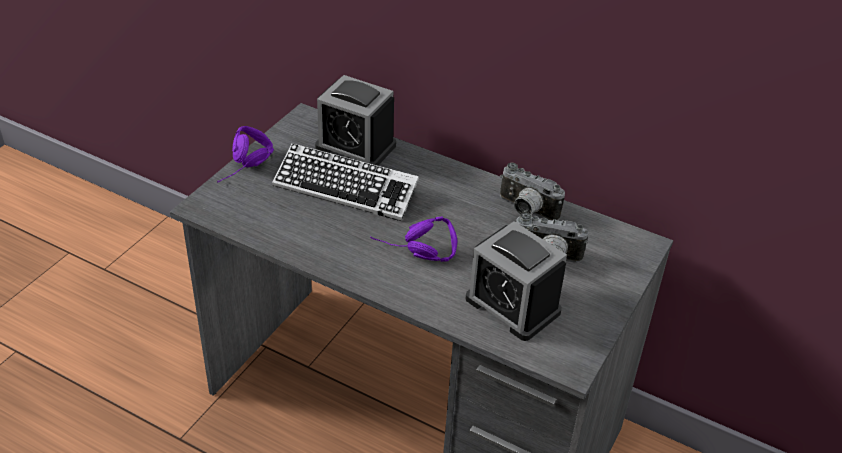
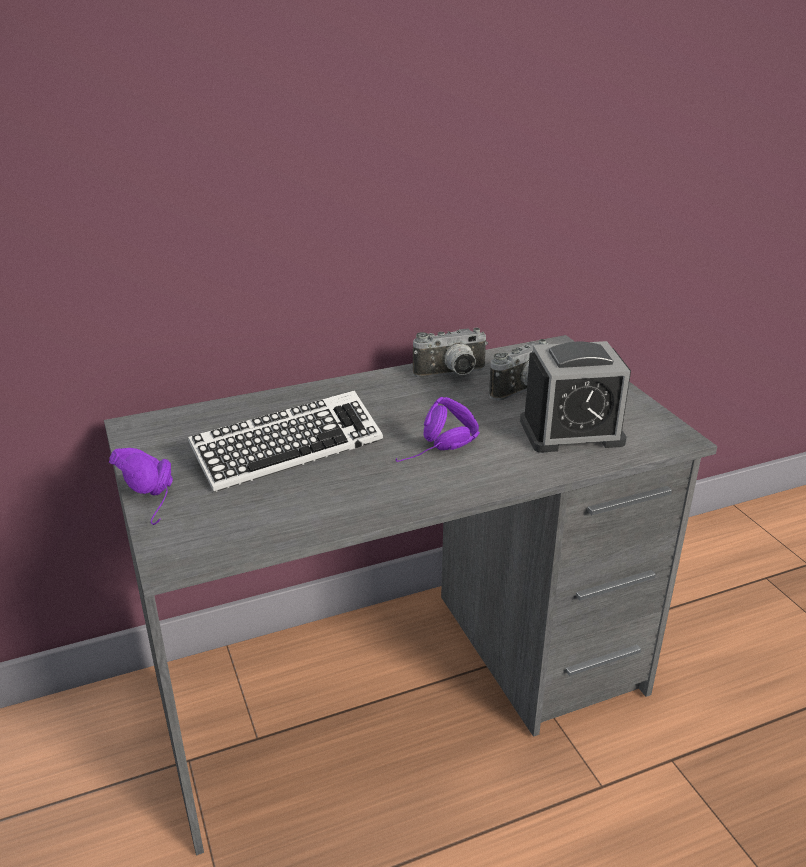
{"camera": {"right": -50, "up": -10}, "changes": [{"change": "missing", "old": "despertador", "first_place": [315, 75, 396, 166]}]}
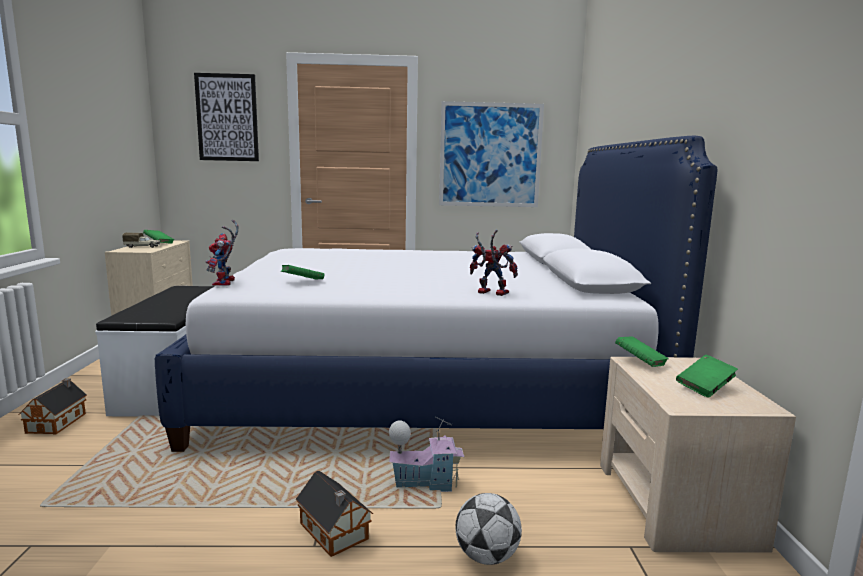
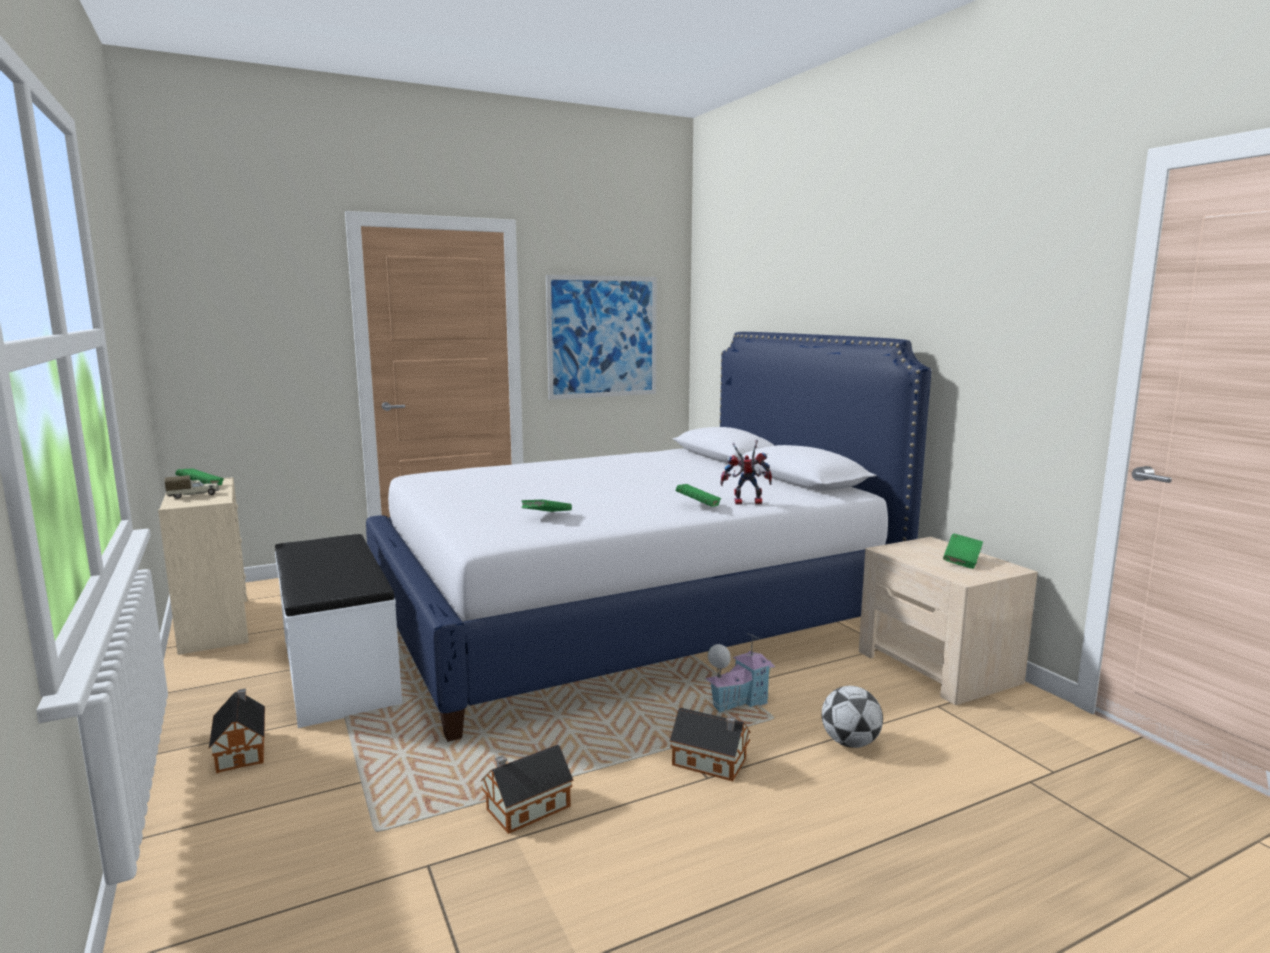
{"camera": {"right": -25, "up": 0}, "changes": [{"change": "appeared", "new": "casita", "second_place": [481, 744, 573, 834]}, {"change": "relocated", "old": "libro/verde", "first_place": [615, 336, 669, 367], "second_place": [676, 484, 721, 507]}, {"change": "missing", "old": "cuadro", "first_place": [194, 73, 259, 161]}, {"change": "missing", "old": "robot de juguete", "first_place": [206, 220, 238, 286]}]}
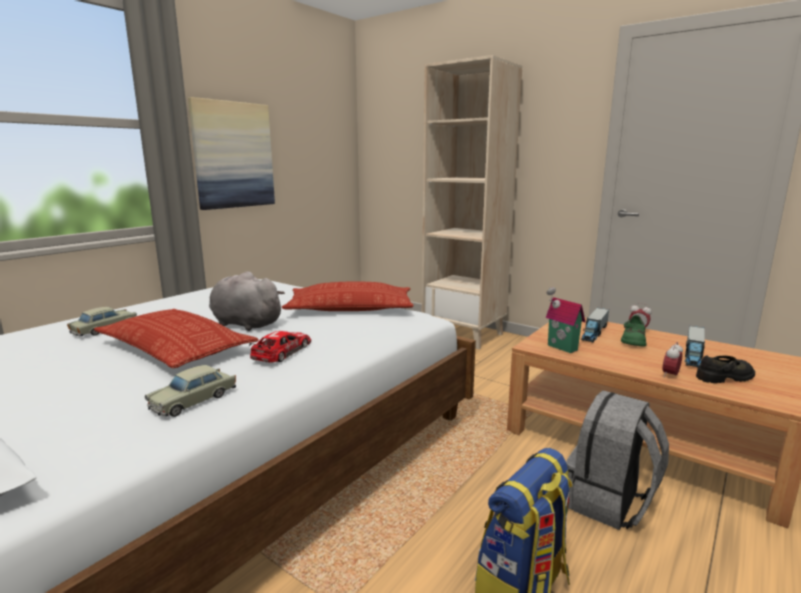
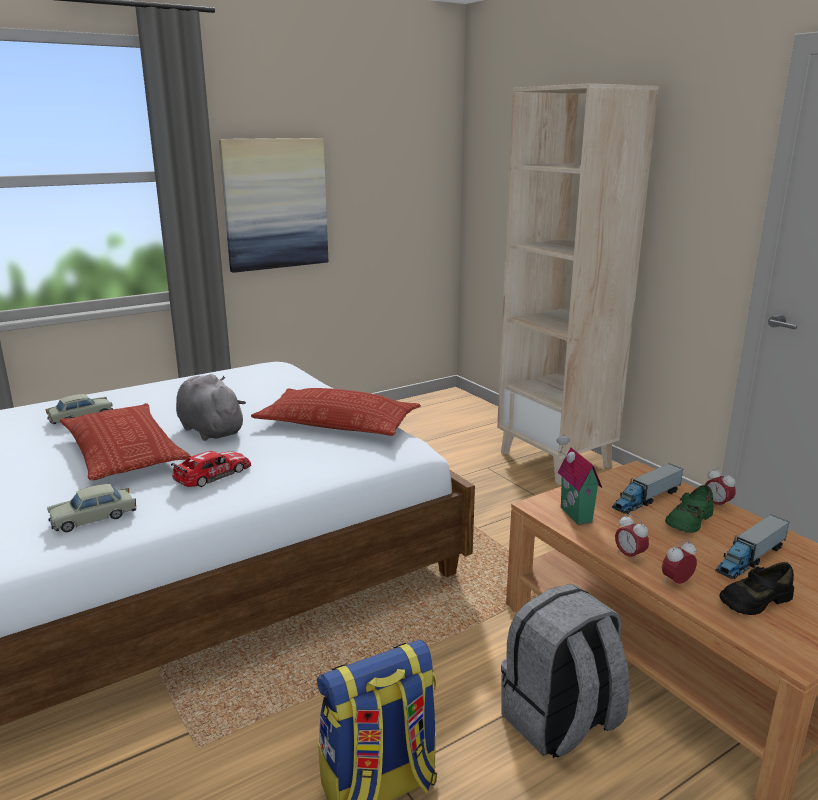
{"camera": {"right": 20, "up": 5}, "changes": [{"change": "appeared", "new": "despertador", "second_place": [615, 514, 649, 563]}, {"change": "spun", "old": "zapato/negro", "first_place": [696, 355, 755, 383], "second_place": [719, 562, 794, 615], "degrees": 150}]}
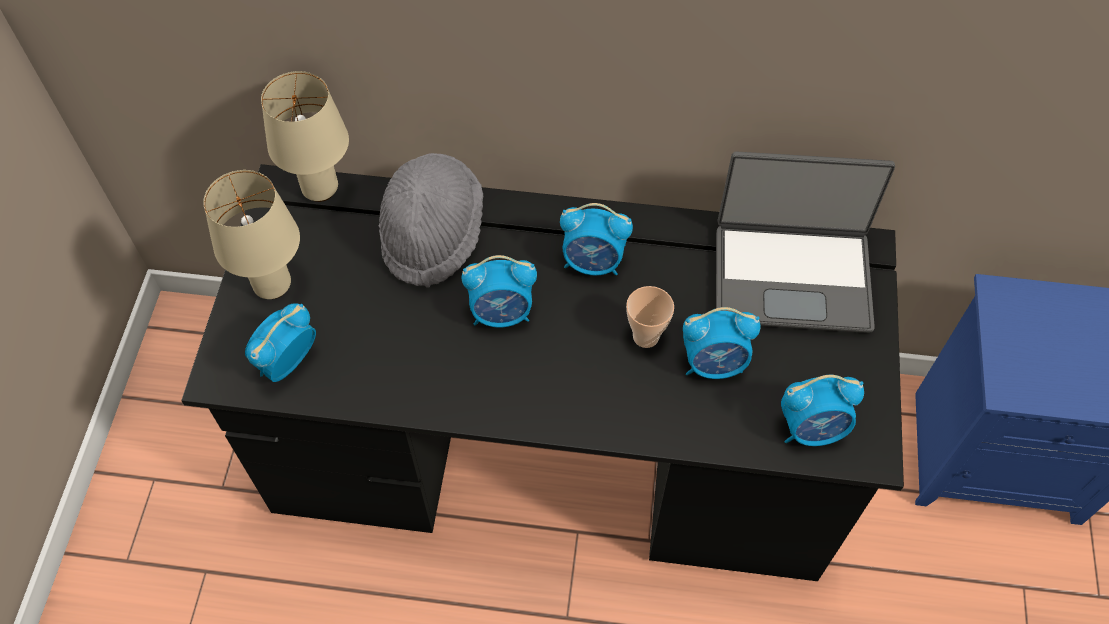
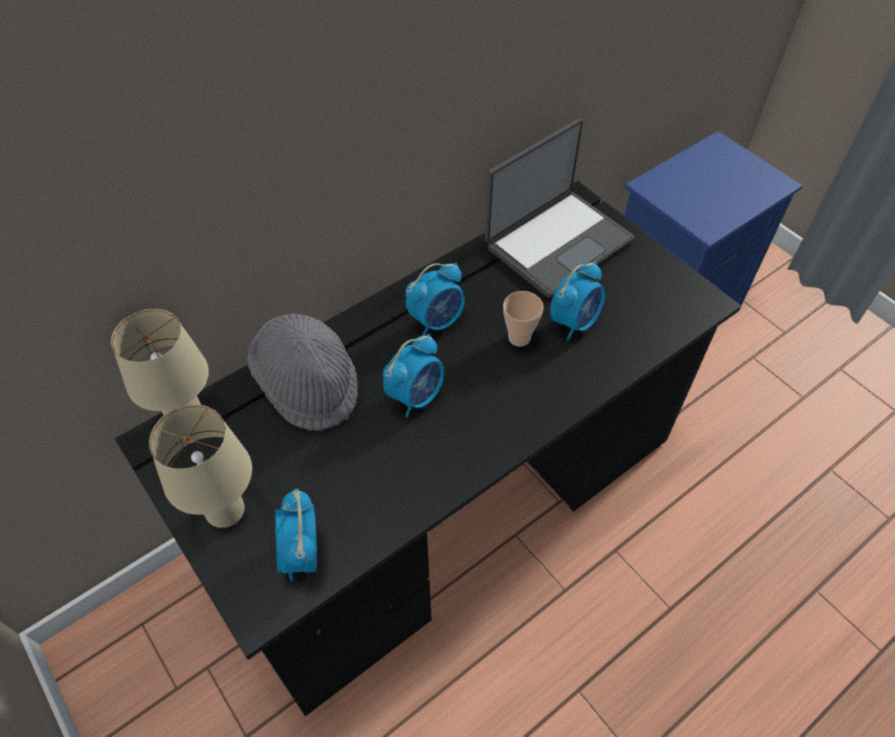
{"camera": {"right": -45, "up": -5}, "changes": [{"change": "missing", "old": "despertador", "first_place": [781, 375, 864, 446]}]}
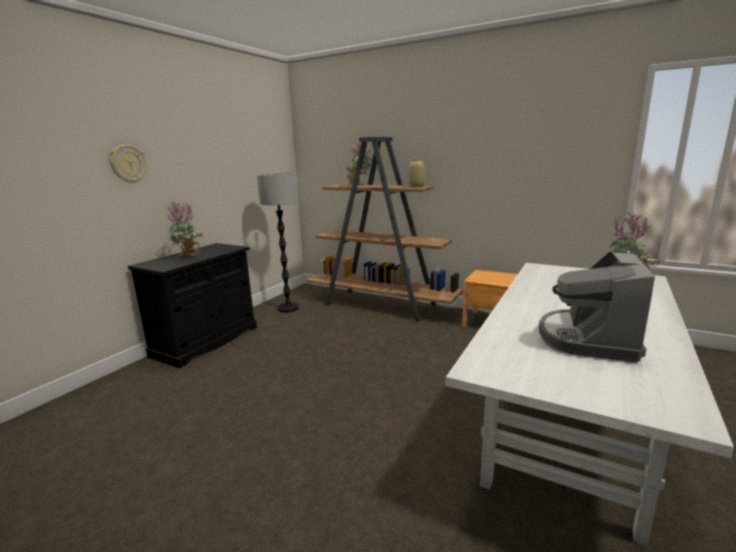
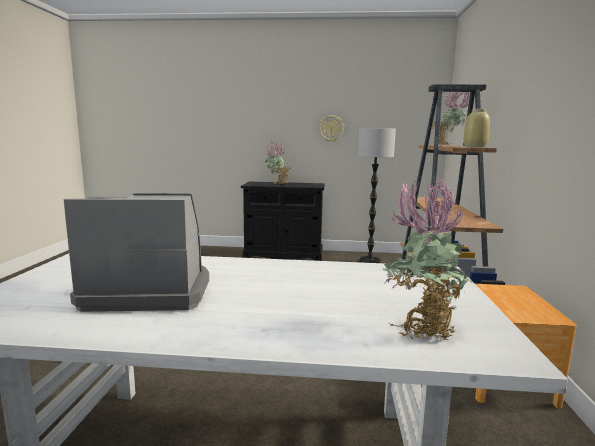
{"camera": {"right": 65, "up": -5}, "changes": [{"change": "relocated", "old": "reloj de pared", "first_place": [109, 144, 147, 183], "second_place": [319, 115, 344, 142]}]}
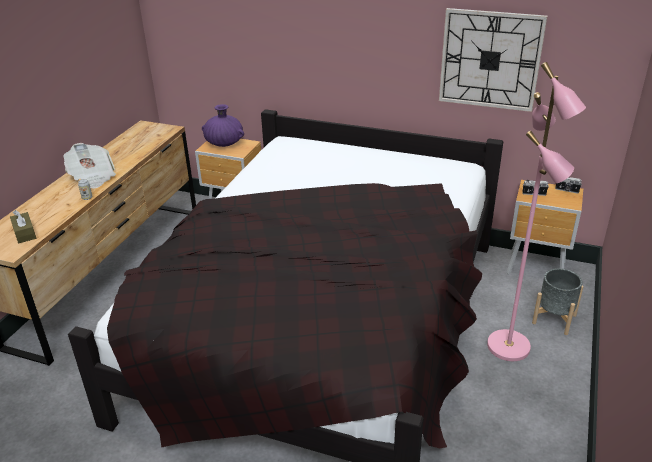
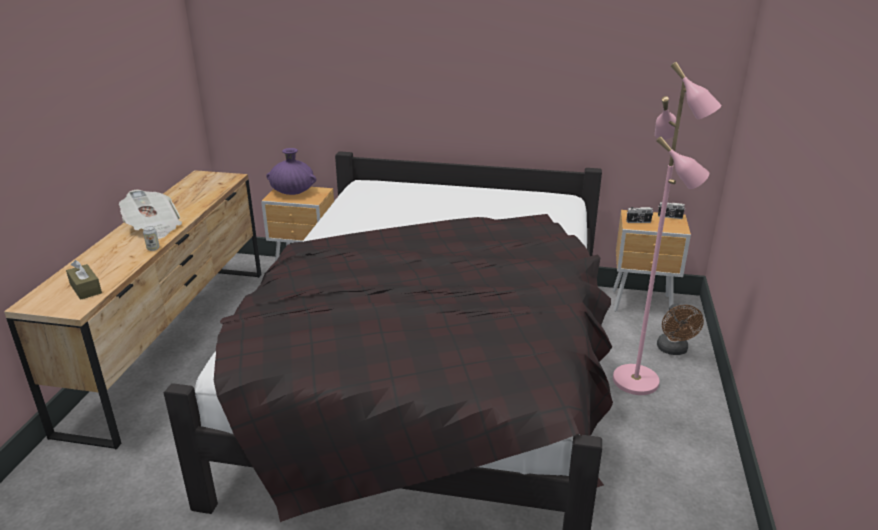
{"camera": {"right": -10, "up": -5}, "changes": [{"change": "exchanged", "old": "maceta/gris", "new": "ventilador/marrón", "first_place": [532, 268, 584, 335], "second_place": [657, 304, 704, 355]}, {"change": "missing", "old": "reloj de pared", "first_place": [439, 8, 547, 112]}]}
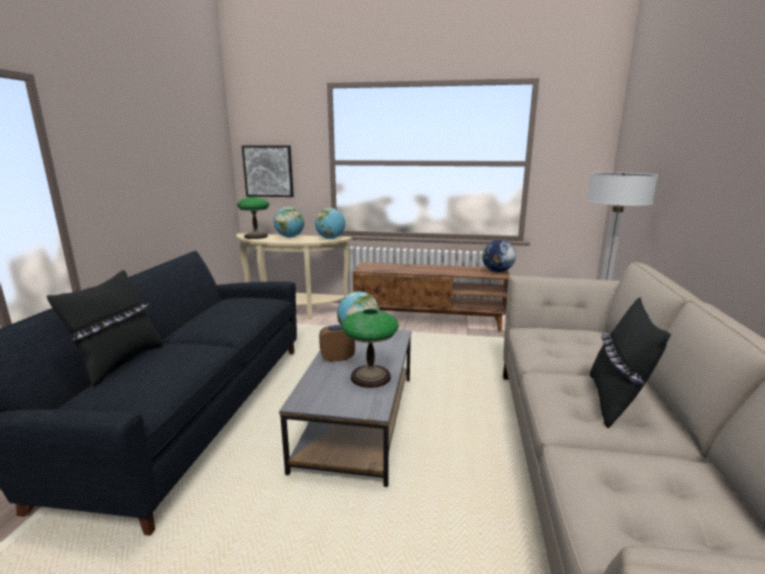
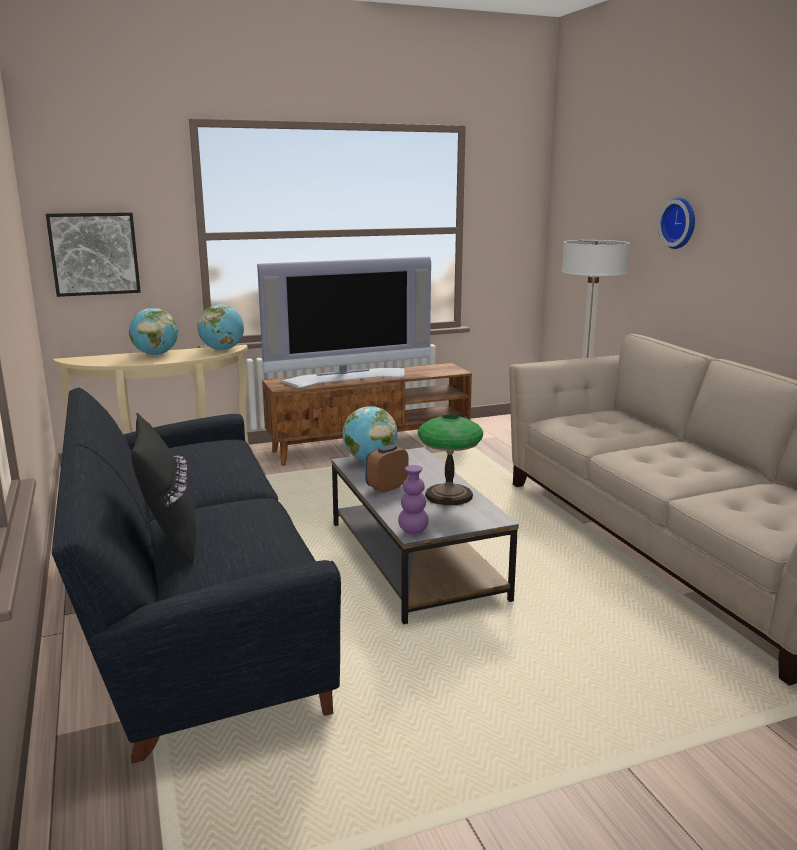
{"camera": {"right": -30, "up": 0}, "changes": [{"change": "appeared", "new": "televisor", "second_place": [257, 257, 431, 388]}, {"change": "appeared", "new": "florero/morado", "second_place": [398, 465, 429, 535]}, {"change": "appeared", "new": "reloj de pared", "second_place": [658, 197, 695, 249]}, {"change": "missing", "old": "lámpara de mesa", "first_place": [237, 196, 269, 239]}, {"change": "missing", "old": "globo terráqueo", "first_place": [482, 240, 516, 272]}, {"change": "missing", "old": "cojín/negro", "first_place": [590, 297, 671, 428]}]}
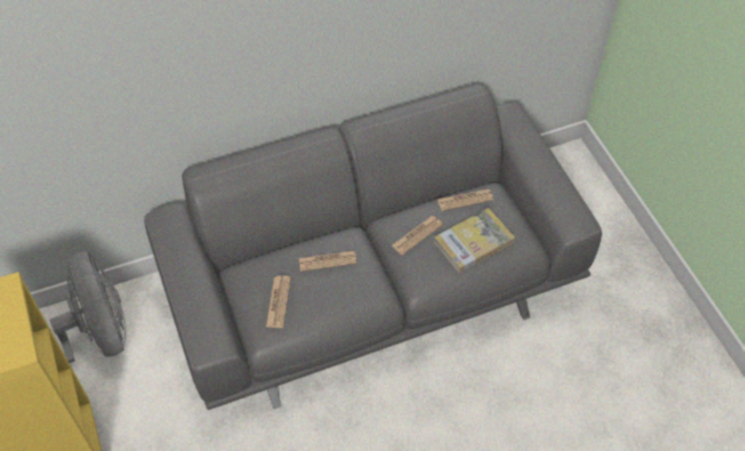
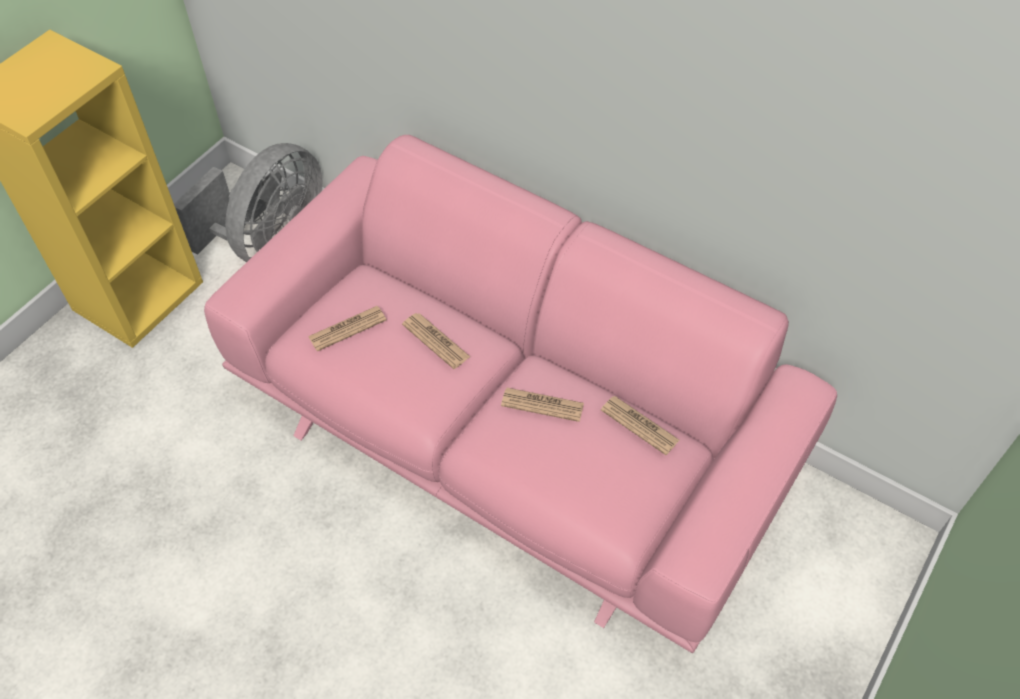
{"camera": {"right": 55, "up": 0}, "changes": [{"change": "colour", "old": "sofá/gris", "new": "sofá/rosa", "first_place": [144, 83, 602, 410], "second_place": [204, 135, 837, 653]}, {"change": "missing", "old": "libro", "first_place": [434, 208, 515, 273]}]}
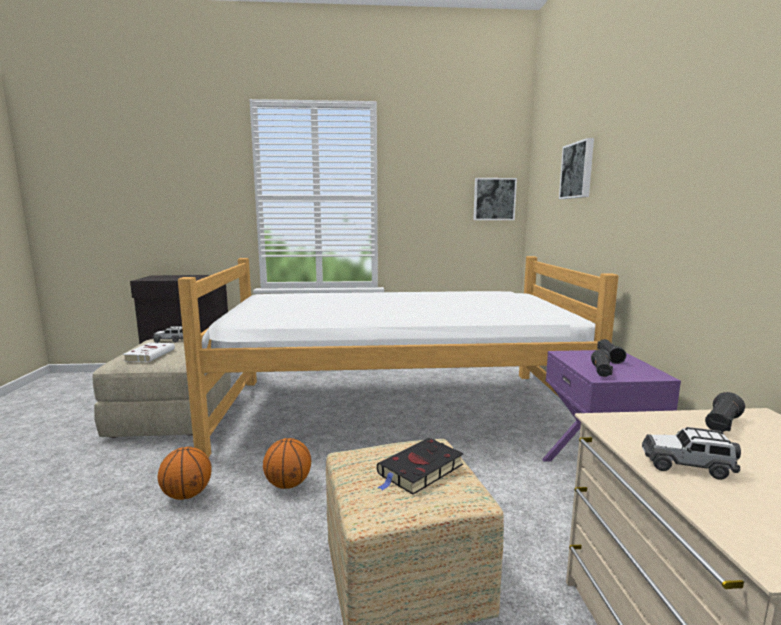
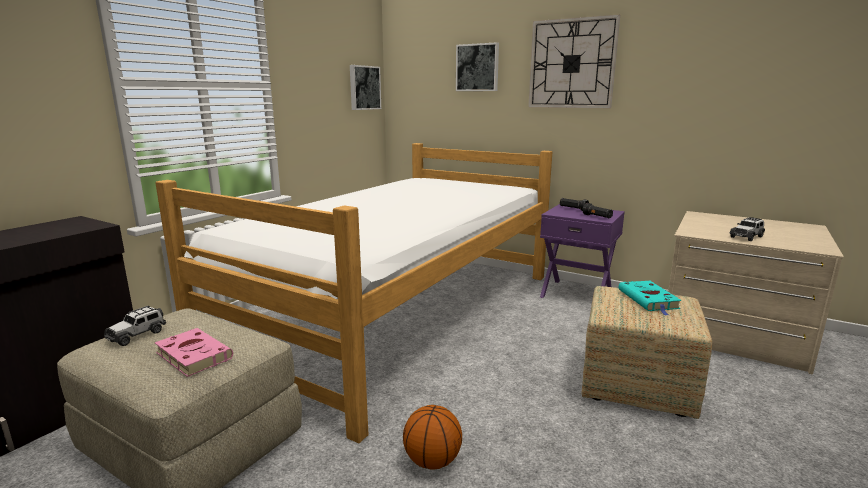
{"camera": {"right": -55, "up": 5}, "changes": [{"change": "colour", "old": "libro/blanco", "new": "libro/rosa", "first_place": [123, 343, 175, 362], "second_place": [155, 328, 233, 377]}, {"change": "appeared", "new": "reloj de pared", "second_place": [528, 14, 620, 108]}, {"change": "colour", "old": "libro/negro", "new": "libro/turquesa", "first_place": [377, 438, 464, 495], "second_place": [619, 281, 682, 316]}, {"change": "missing", "old": "balón de baloncesto", "first_place": [263, 438, 311, 489]}, {"change": "missing", "old": "linterna/negro", "first_place": [705, 392, 745, 432]}]}
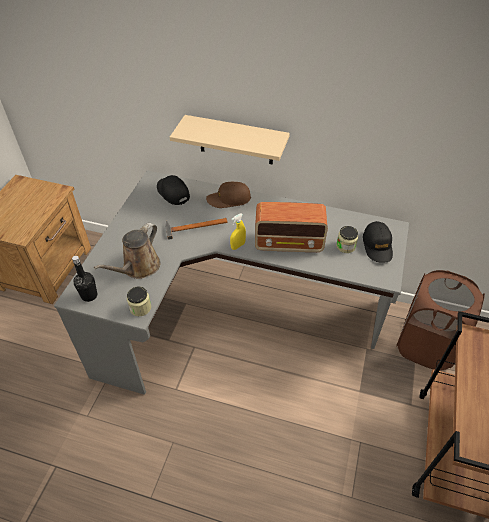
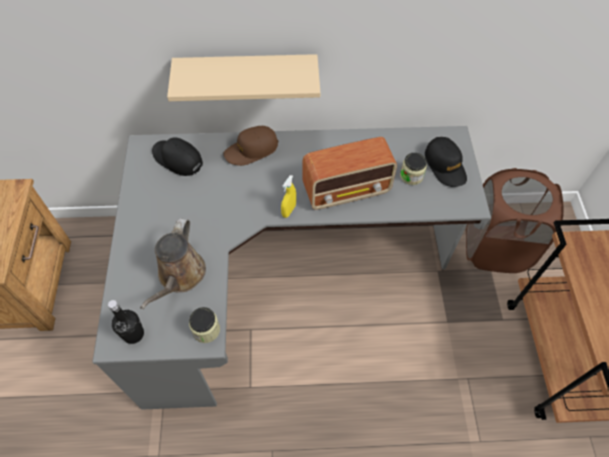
{"camera": {"right": -20, "up": 10}, "changes": [{"change": "missing", "old": "martillo", "first_place": [165, 218, 228, 240]}]}
